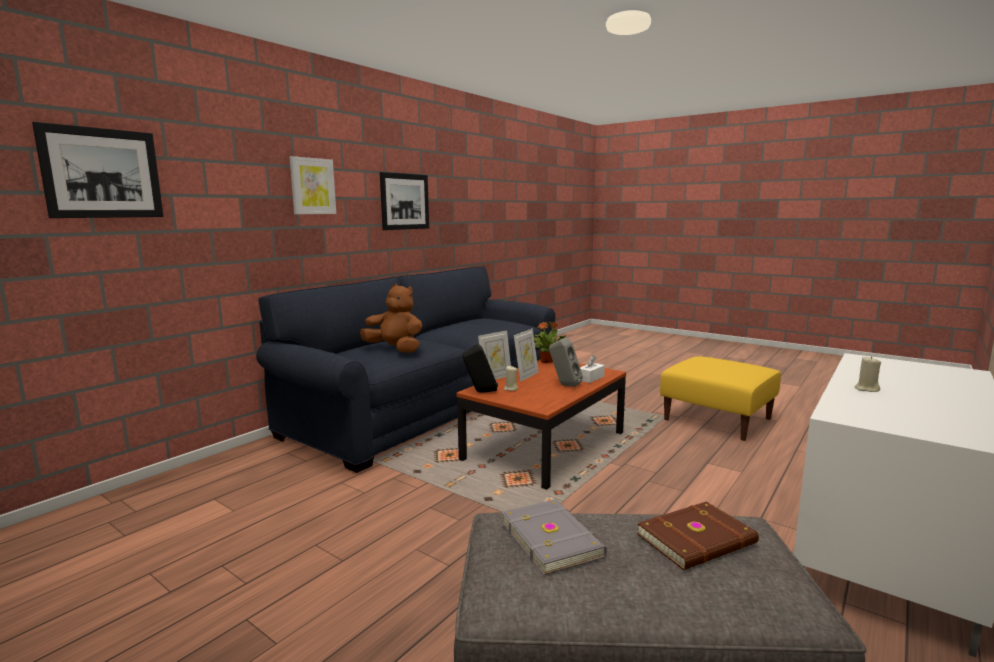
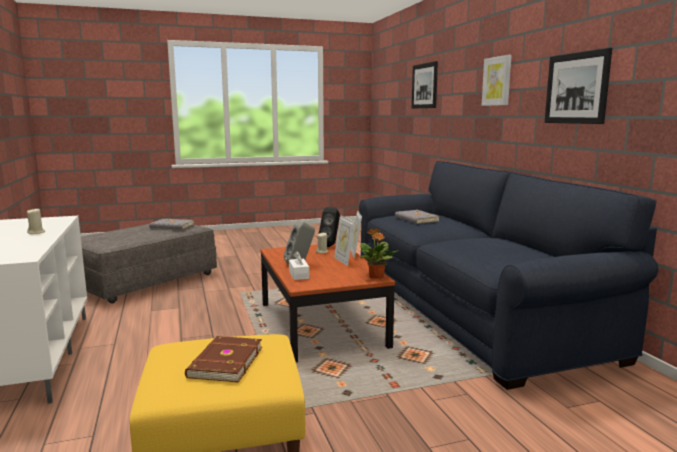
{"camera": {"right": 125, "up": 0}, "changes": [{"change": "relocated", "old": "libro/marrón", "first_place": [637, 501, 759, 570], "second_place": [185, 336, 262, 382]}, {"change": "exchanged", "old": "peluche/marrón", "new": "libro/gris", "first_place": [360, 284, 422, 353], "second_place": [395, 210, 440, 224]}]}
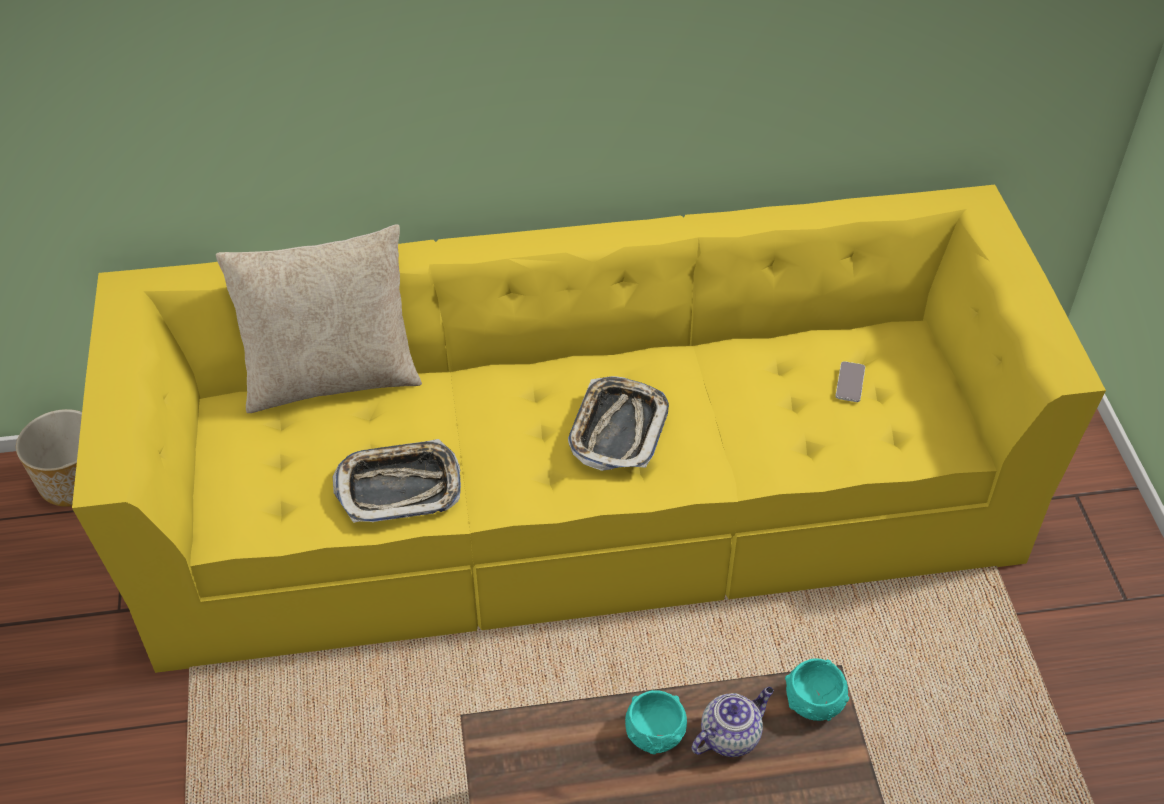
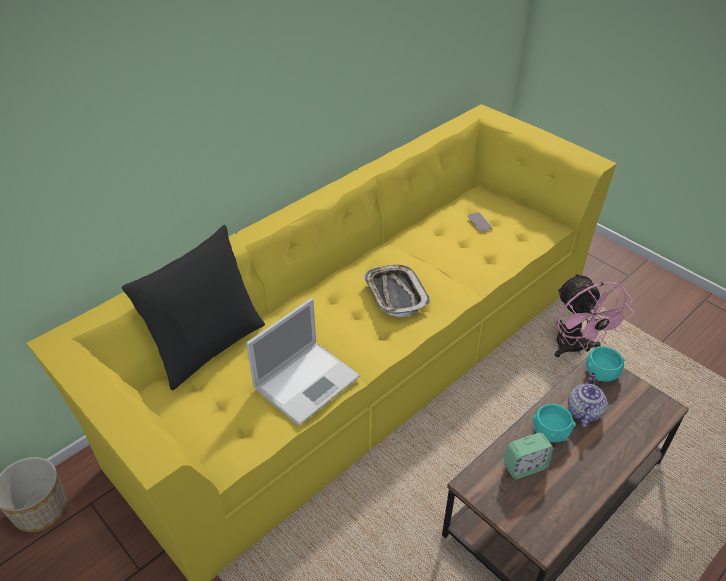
{"camera": {"right": -35, "up": -5}, "changes": [{"change": "colour", "old": "cojín/beis", "new": "cojín/negro", "first_place": [216, 225, 422, 413], "second_place": [122, 225, 265, 391]}, {"change": "exchanged", "old": "bandeja", "new": "portátil", "first_place": [333, 439, 461, 523], "second_place": [246, 298, 360, 426]}, {"change": "appeared", "new": "despertador", "second_place": [504, 432, 554, 479]}, {"change": "appeared", "new": "ventilador/rosa", "second_place": [555, 273, 634, 357]}]}
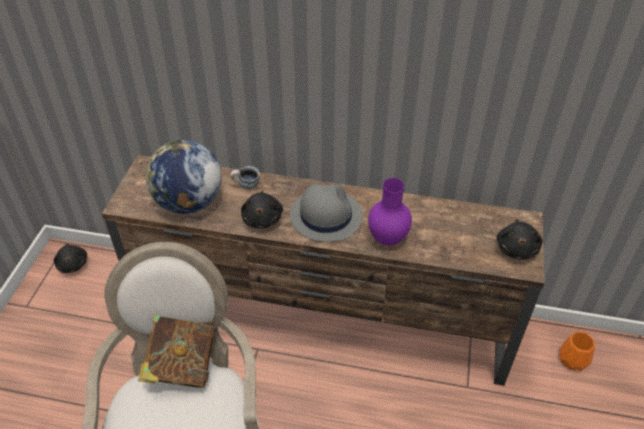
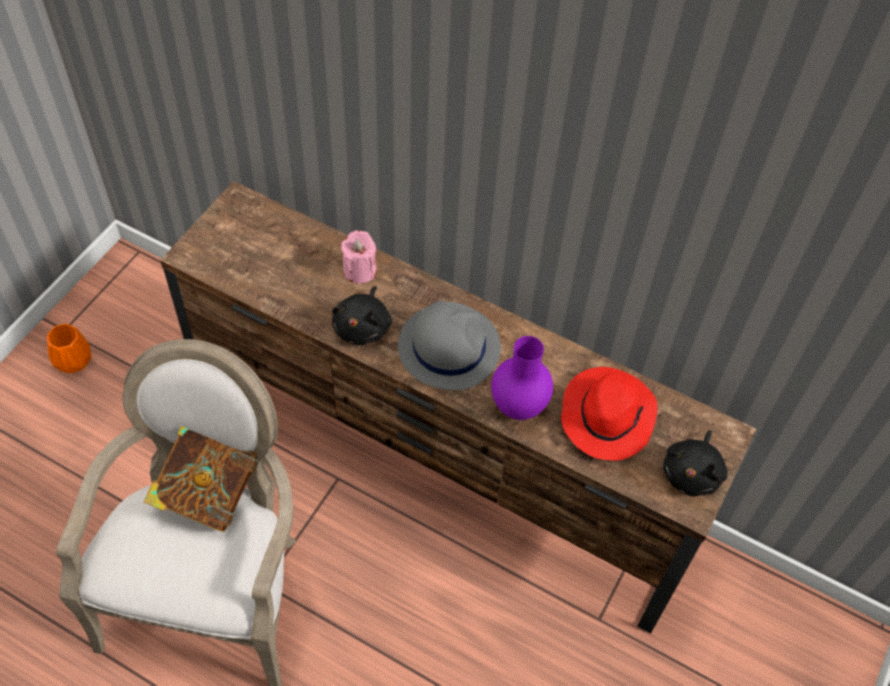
{"camera": {"right": 15, "up": 10}, "changes": [{"change": "relocated", "old": "florero/naranja", "first_place": [560, 332, 595, 371], "second_place": [47, 324, 91, 374]}, {"change": "exchanged", "old": "taza grande", "new": "vela/rosa", "first_place": [230, 166, 260, 189], "second_place": [341, 230, 376, 284]}, {"change": "appeared", "new": "sombrero/rojo", "second_place": [561, 367, 658, 461]}, {"change": "missing", "old": "peluche/negro", "first_place": [54, 243, 87, 273]}, {"change": "missing", "old": "globo terráqueo", "first_place": [146, 140, 222, 214]}]}
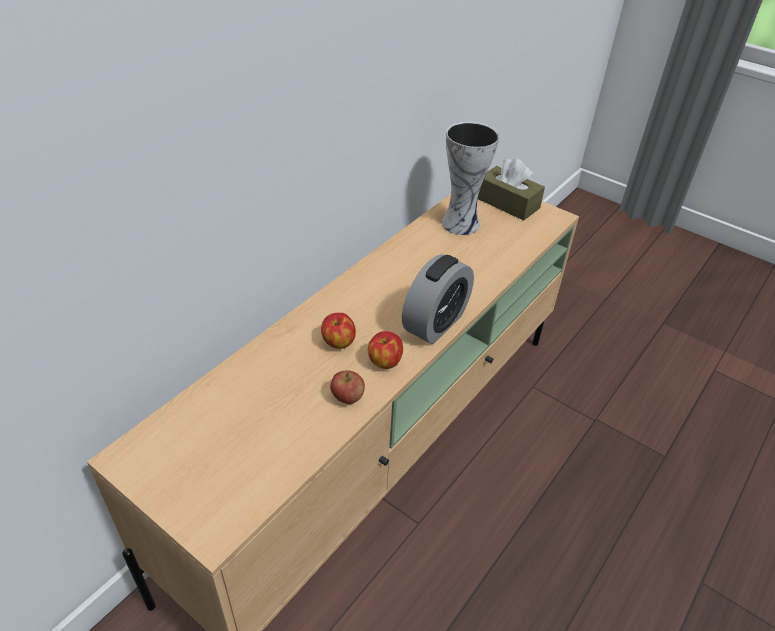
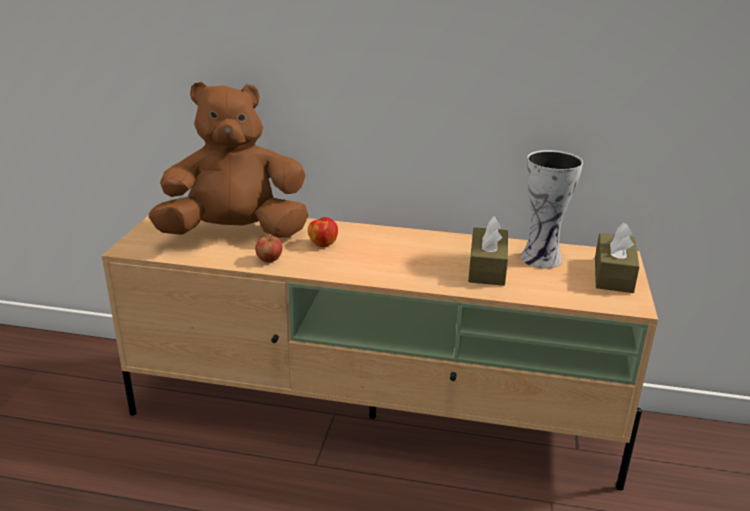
{"camera": {"right": 65, "up": -15}, "changes": [{"change": "appeared", "new": "peluche/marrón", "second_place": [149, 81, 309, 238]}, {"change": "appeared", "new": "caja de pañuelos/marrón", "second_place": [468, 216, 508, 286]}, {"change": "missing", "old": "manzana", "first_place": [368, 331, 403, 369]}, {"change": "missing", "old": "despertador", "first_place": [402, 254, 474, 344]}]}
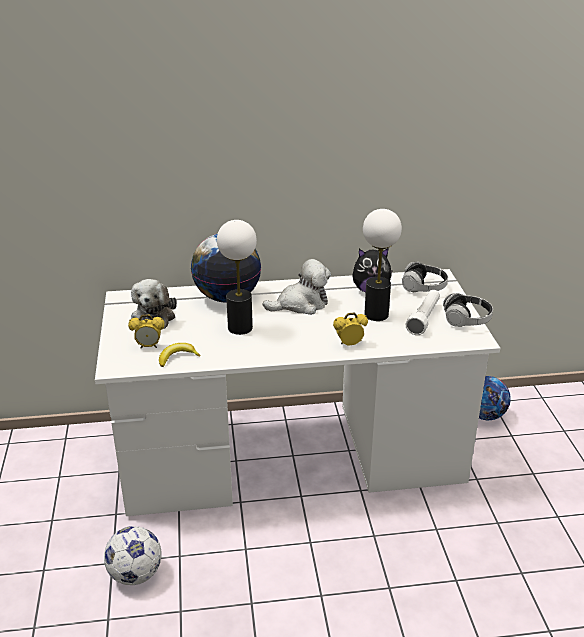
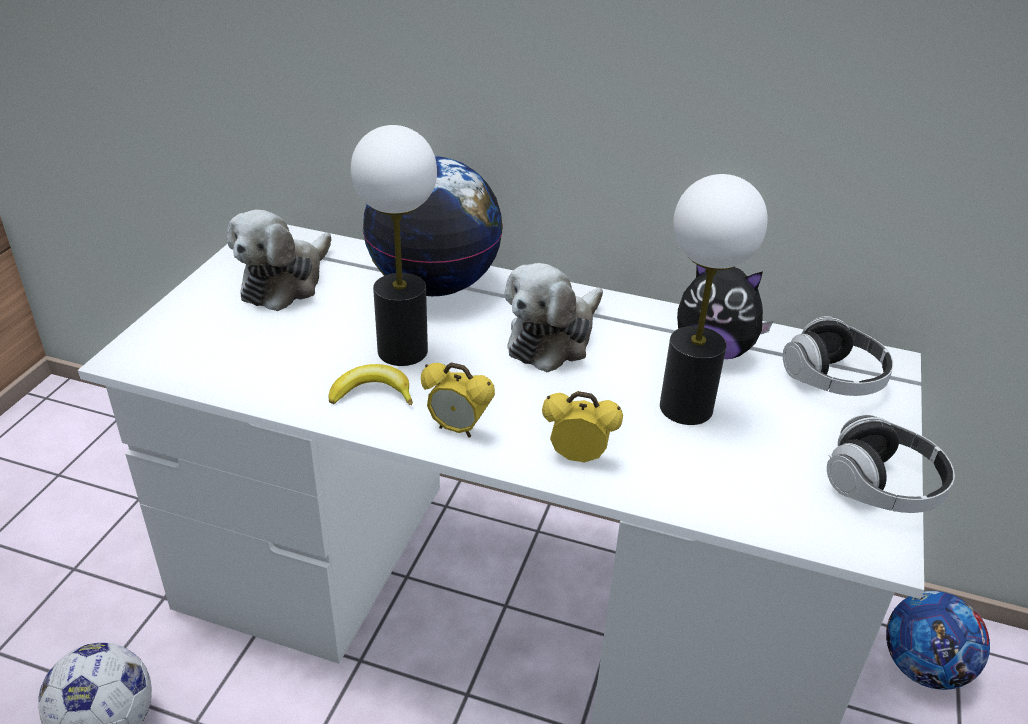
{"camera": {"right": 25, "up": 5}, "changes": [{"change": "relocated", "old": "plátano", "first_place": [159, 343, 201, 367], "second_place": [329, 364, 413, 405]}, {"change": "relocated", "old": "despertador", "first_place": [128, 314, 165, 348], "second_place": [421, 362, 495, 437]}, {"change": "spun", "old": "peluche", "first_place": [263, 259, 331, 315], "second_place": [505, 263, 603, 372], "degrees": 120}, {"change": "missing", "old": "linterna/blanco", "first_place": [405, 290, 440, 335]}]}
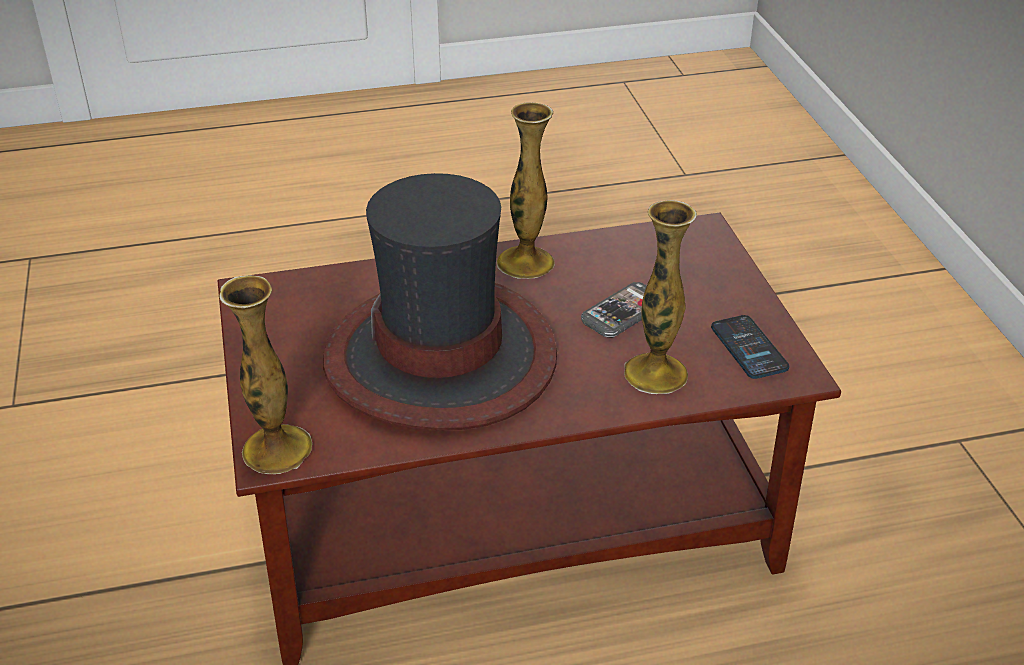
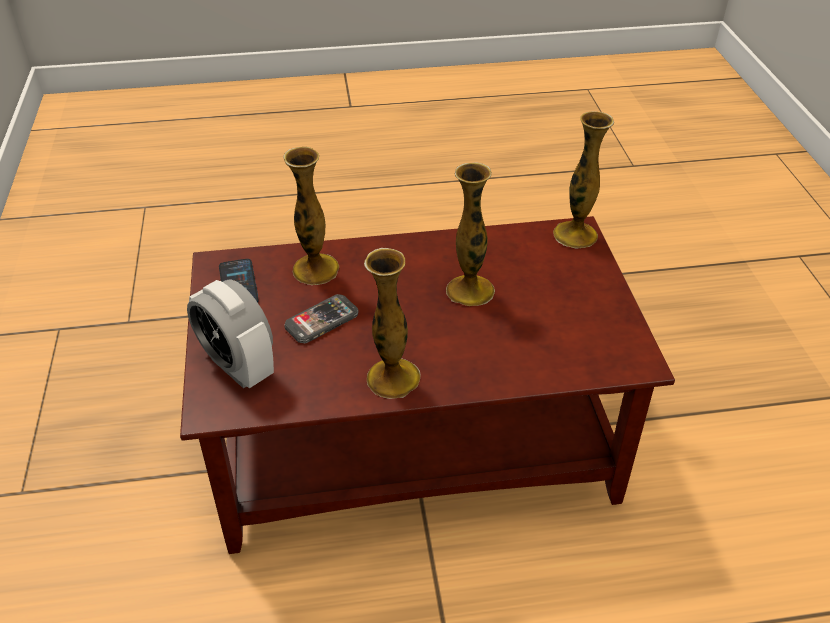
{"camera": {"right": -175, "up": 5}, "changes": [{"change": "appeared", "new": "despertador", "second_place": [187, 279, 274, 388]}, {"change": "exchanged", "old": "sombrero", "new": "florero", "first_place": [323, 173, 557, 431], "second_place": [446, 162, 495, 306]}]}
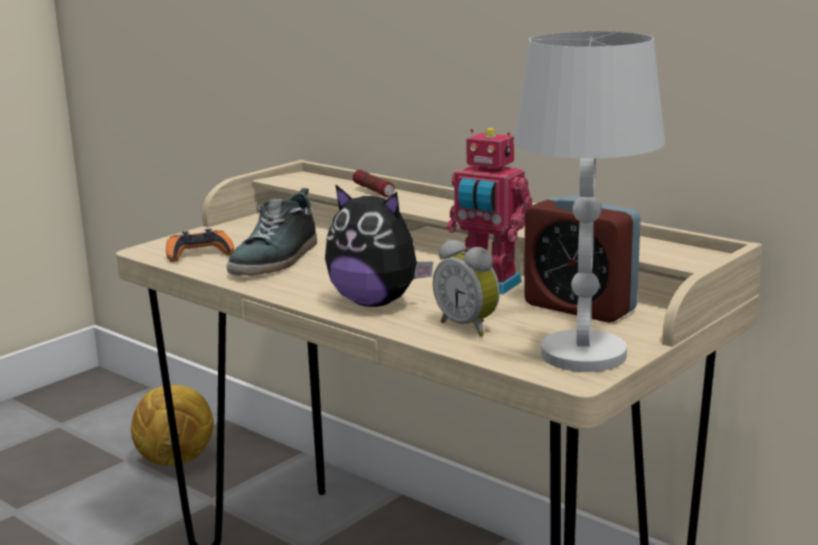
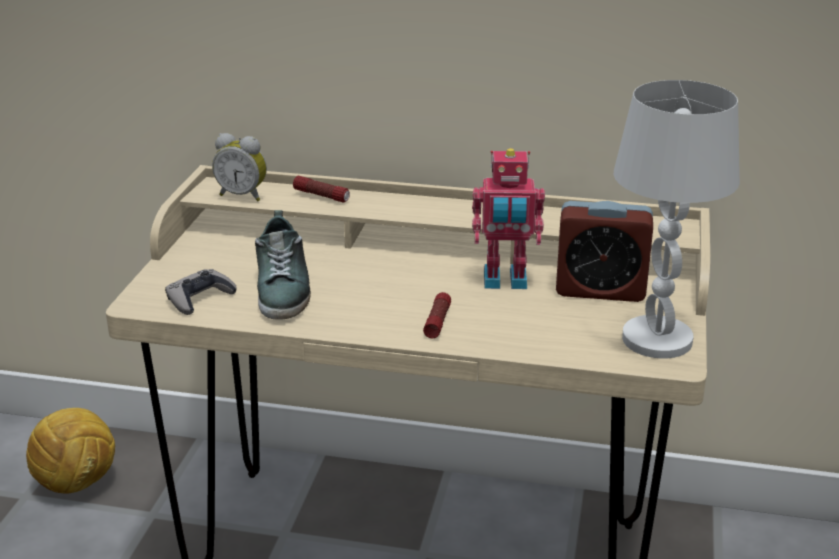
{"camera": {"right": -30, "up": 10}, "changes": [{"change": "colour", "old": "mando de consola/naranja", "new": "mando de consola/gris", "first_place": [166, 229, 234, 262], "second_place": [165, 269, 237, 315]}, {"change": "relocated", "old": "despertador", "first_place": [433, 239, 500, 337], "second_place": [212, 133, 267, 201]}, {"change": "exchanged", "old": "peluche", "new": "linterna", "first_place": [325, 184, 433, 307], "second_place": [423, 292, 451, 338]}]}
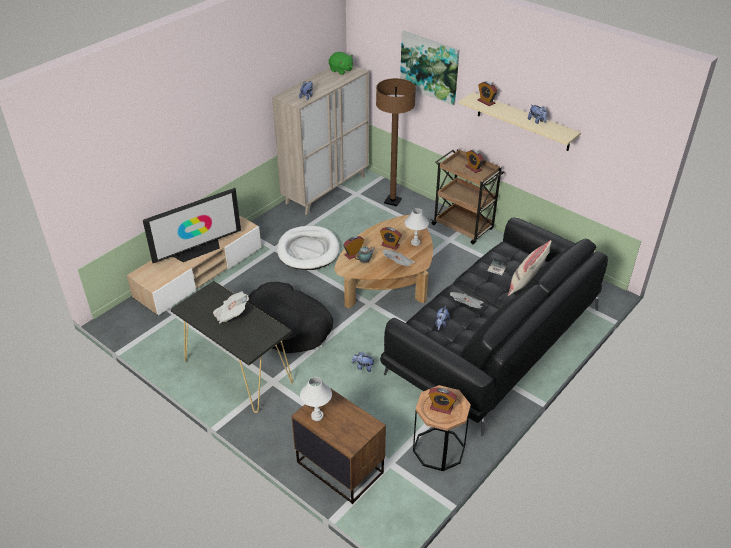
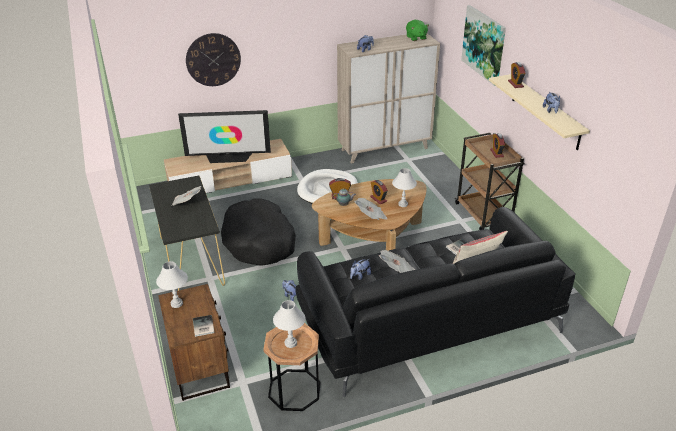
{"camera": {"right": 30, "up": -5}, "changes": [{"change": "appeared", "new": "reloj de pared", "second_place": [186, 33, 241, 86]}, {"change": "appeared", "new": "libro", "second_place": [193, 315, 215, 337]}, {"change": "exchanged", "old": "despertador", "new": "lámpara de mesa/blanco", "first_place": [429, 388, 457, 415], "second_place": [273, 300, 306, 348]}, {"change": "missing", "old": "lámpara de pie/marrón", "first_place": [376, 78, 416, 206]}]}
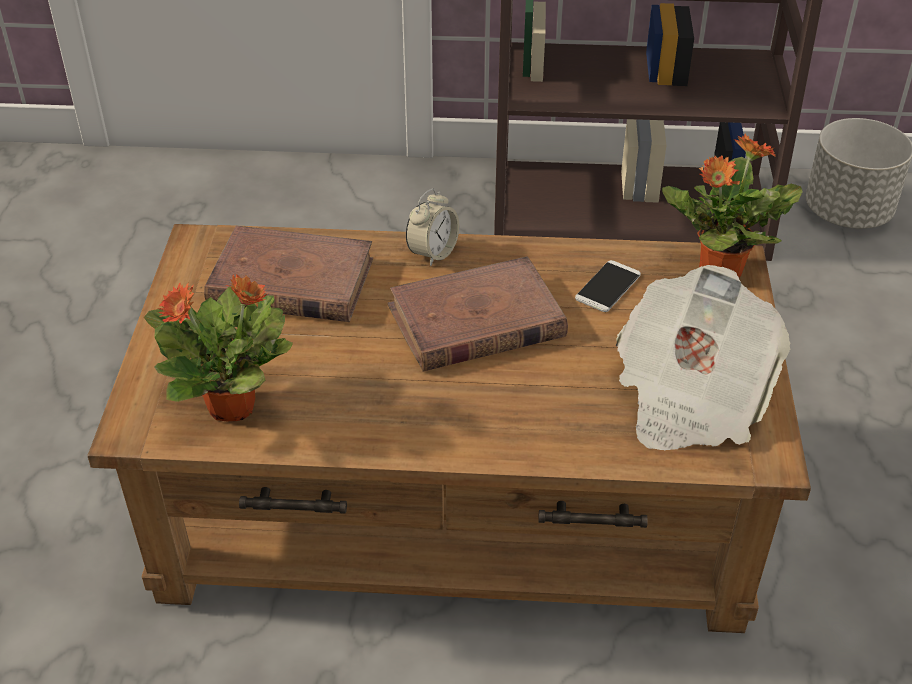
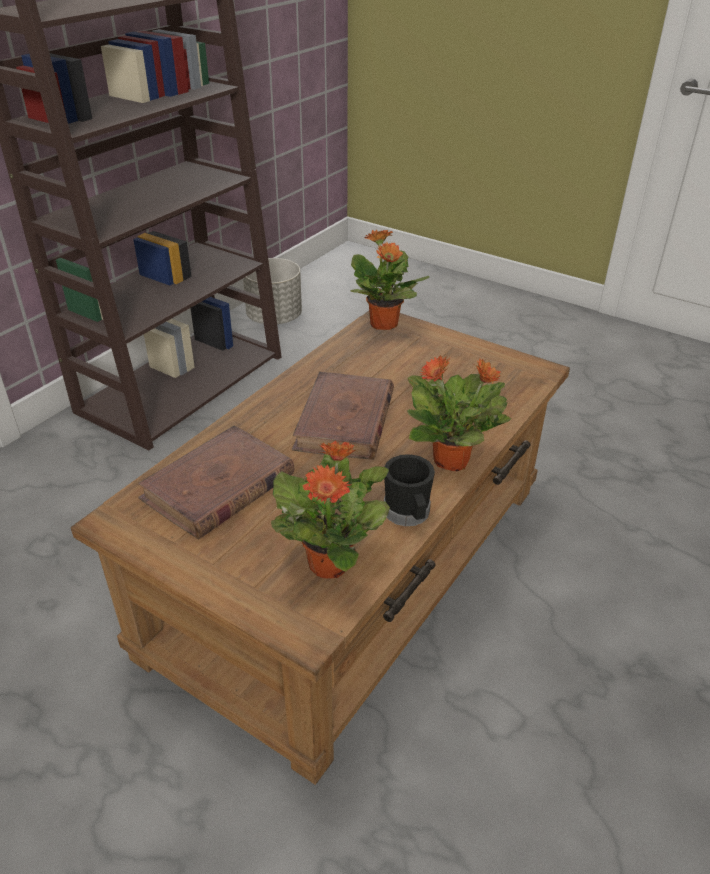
{"camera": {"right": -60, "up": -5}, "changes": [{"change": "appeared", "new": "taza grande/negro", "second_place": [384, 454, 435, 526]}, {"change": "appeared", "new": "planta en maceta", "second_place": [407, 355, 511, 471]}, {"change": "missing", "old": "despertador", "first_place": [406, 188, 459, 266]}, {"change": "missing", "old": "móvil", "first_place": [575, 260, 641, 312]}, {"change": "missing", "old": "periódico", "first_place": [615, 265, 790, 450]}]}
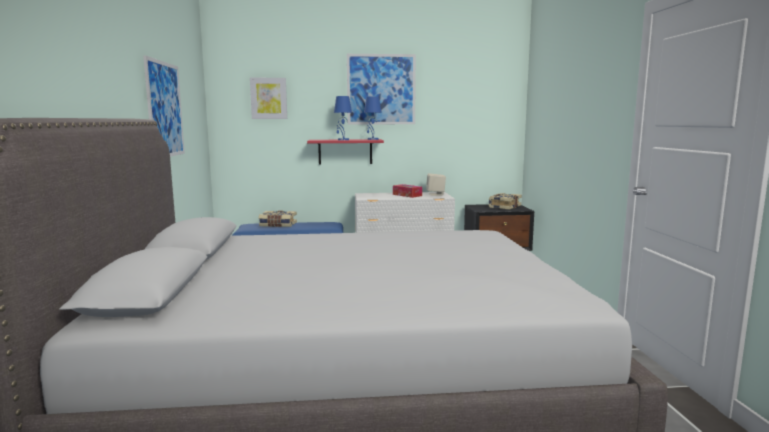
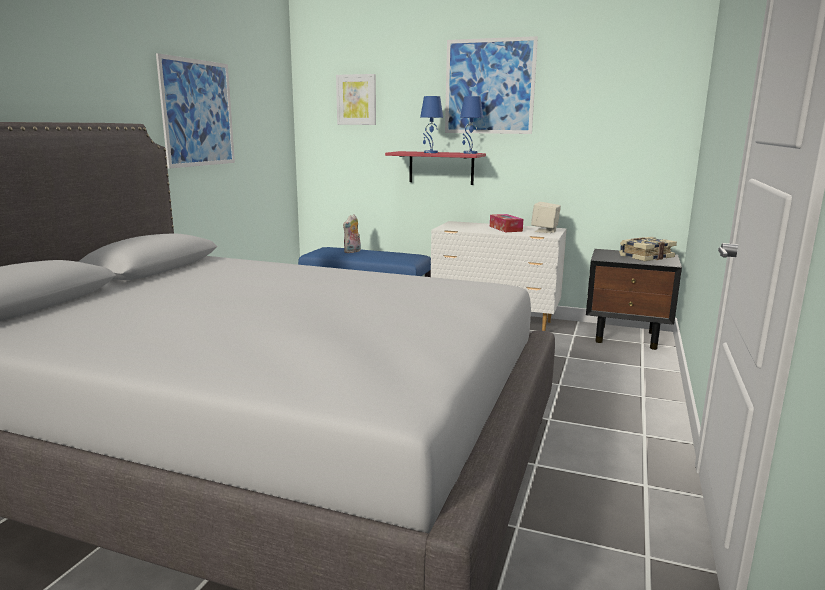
{"camera": {"right": 25, "up": 5}, "changes": [{"change": "exchanged", "old": "libro", "new": "peluche", "first_place": [259, 211, 297, 227], "second_place": [343, 215, 361, 253]}]}
